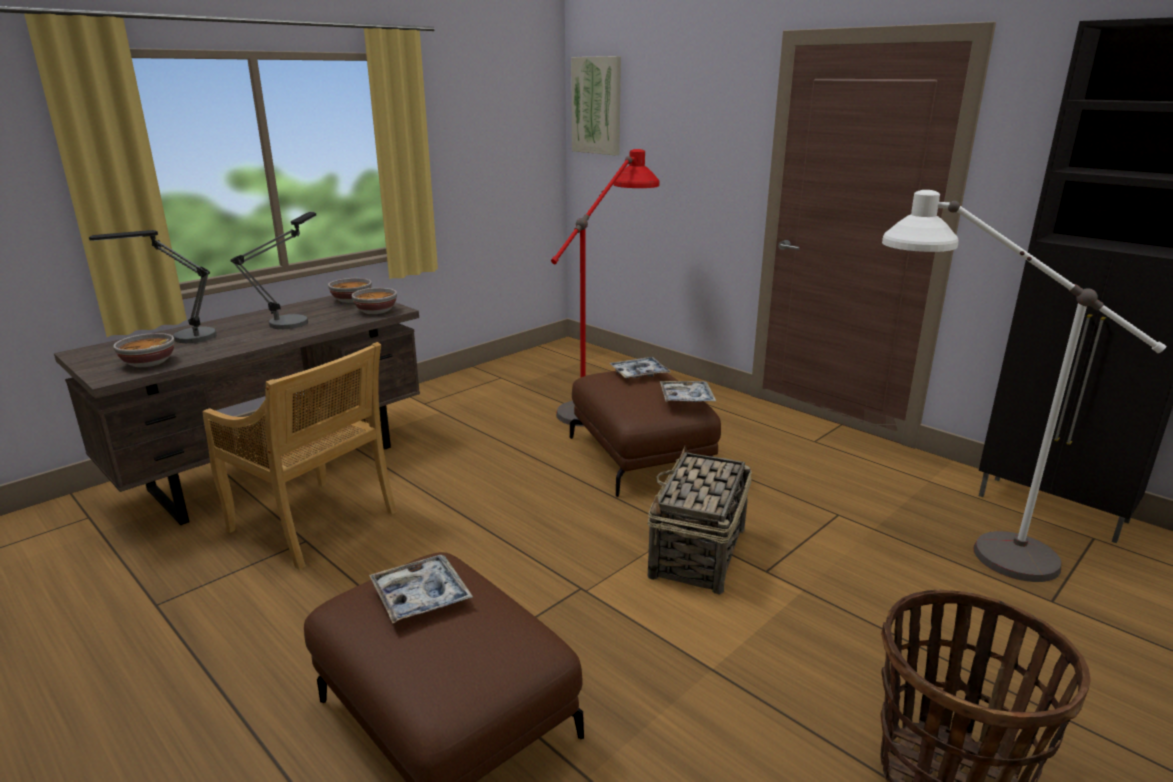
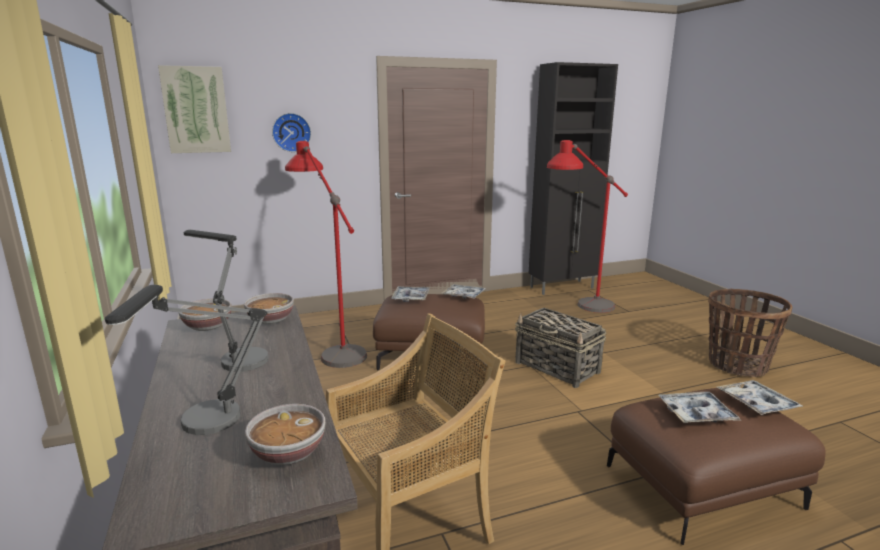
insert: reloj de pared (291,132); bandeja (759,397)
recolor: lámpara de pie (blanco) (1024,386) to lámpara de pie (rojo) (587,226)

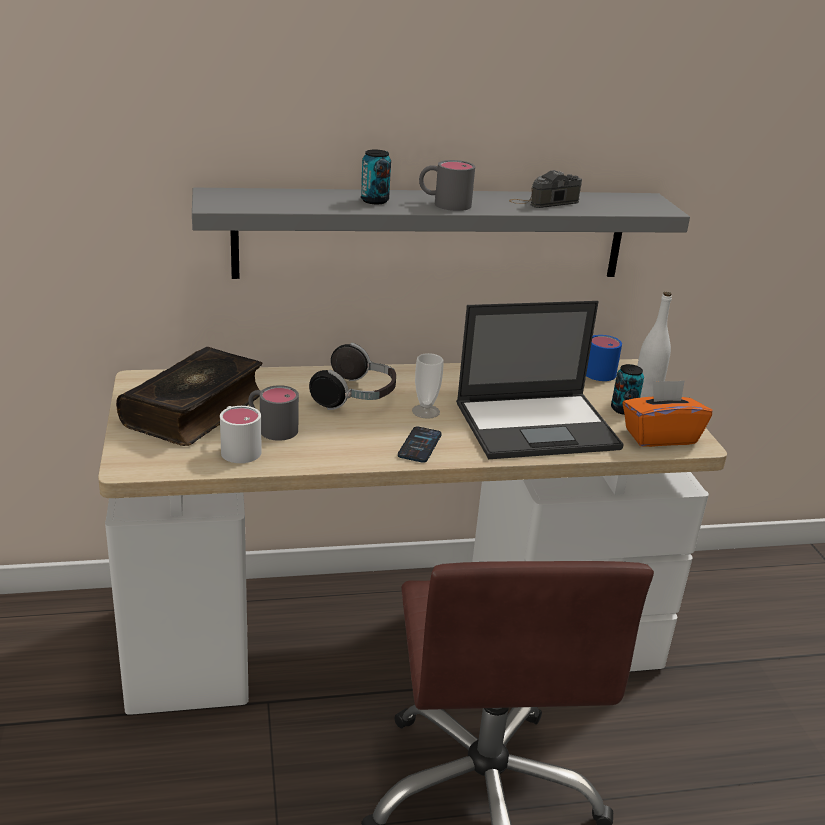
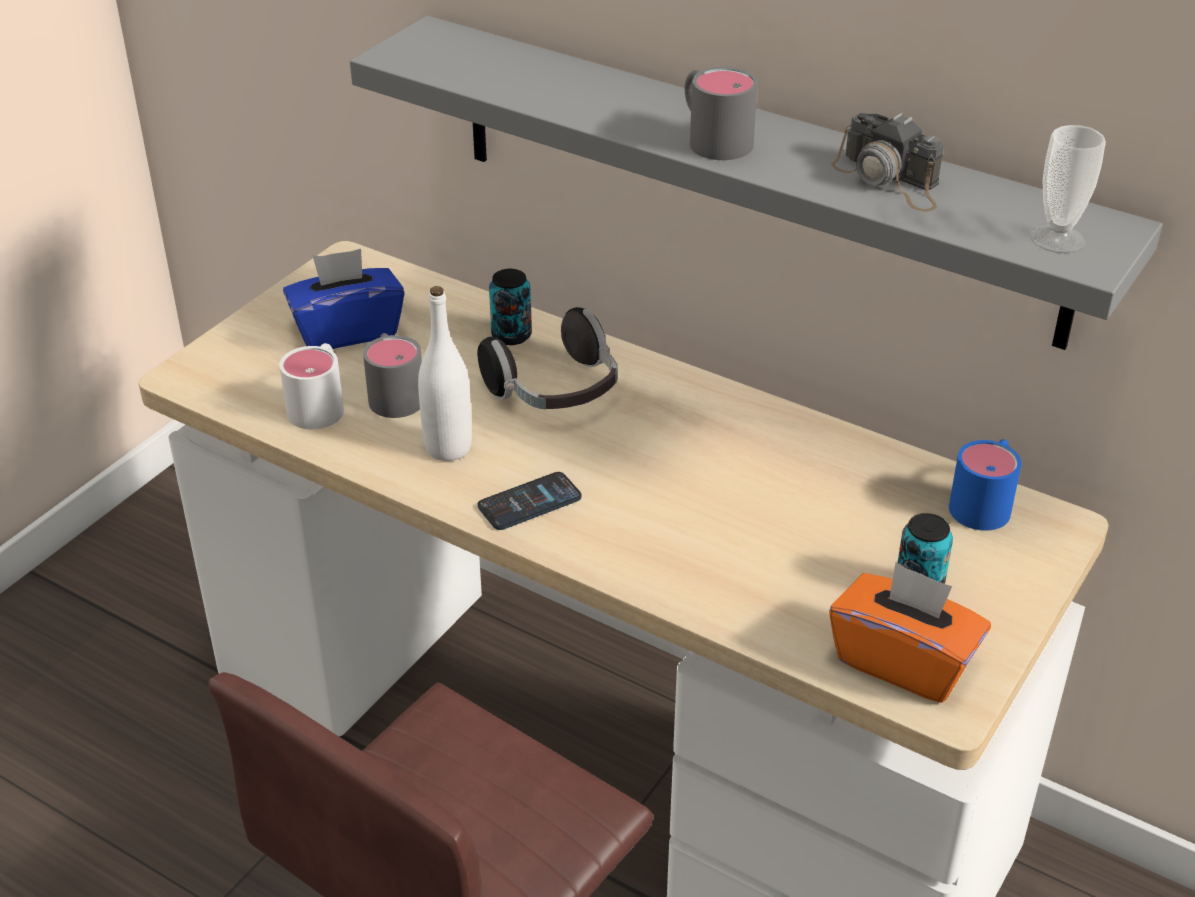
delete: portátil (540,380)
move: lata (376,177) to (510,307); botella (blanco) (654,345) to (445,373); taza (428,386) to (1068,189)
replace: libro (189,396) to caja de pañuelos (azul) (344,299)
rotate: cámara (545,189) = (887,162) 150 degrees counterclockwise

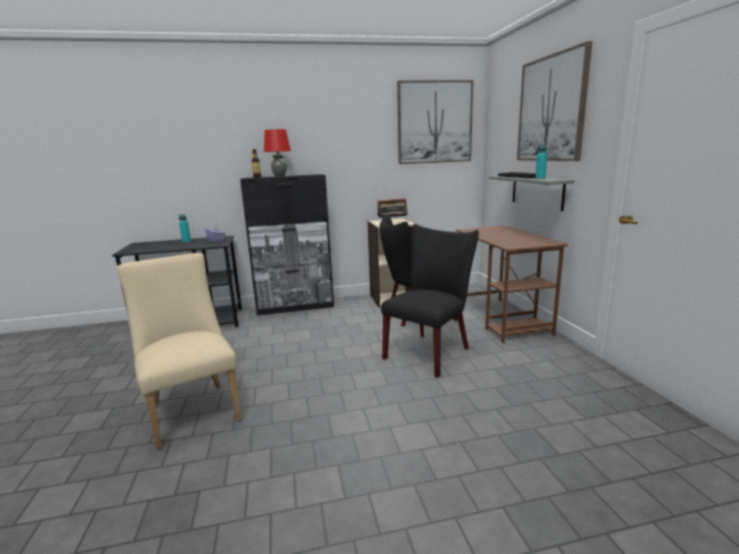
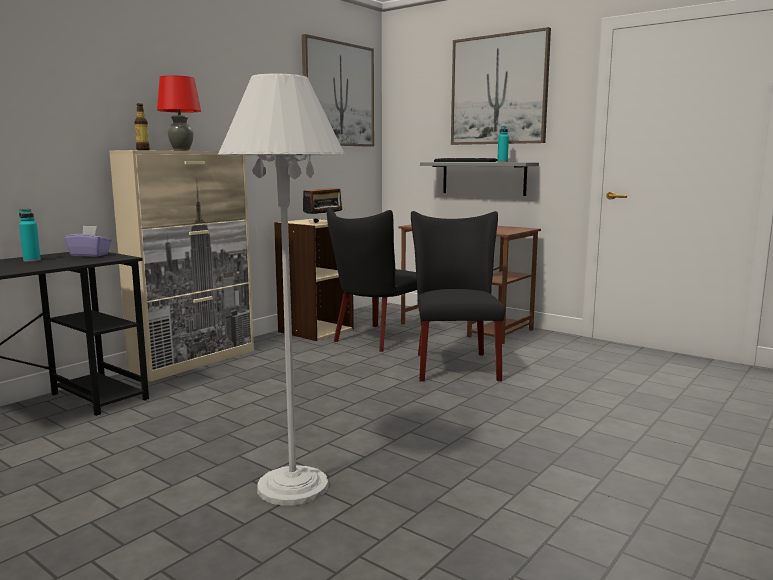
replace: silla (beis) (179,351) to lámpara de pie (blanco) (281,289)
recolor: armario (negro) (287,245) to armario (beis) (181,266)

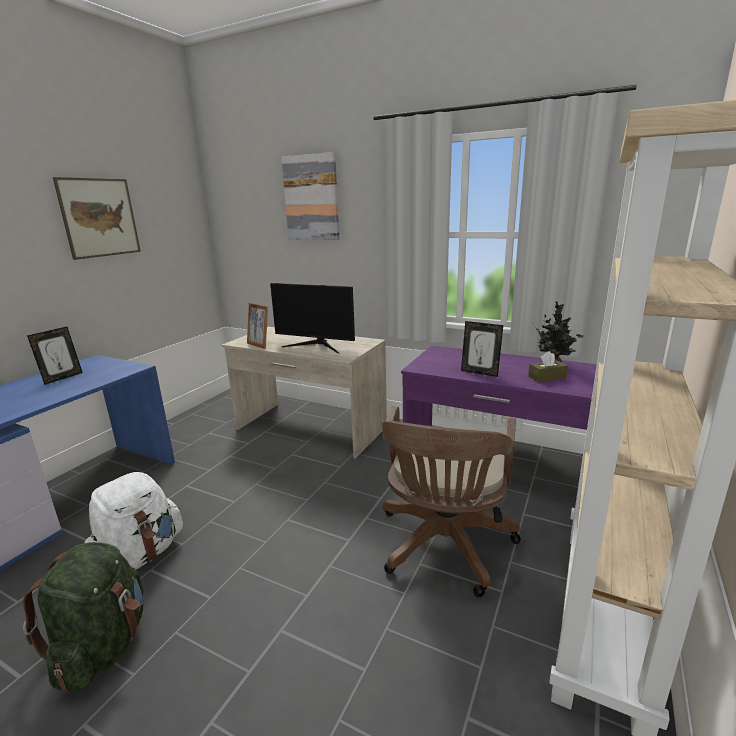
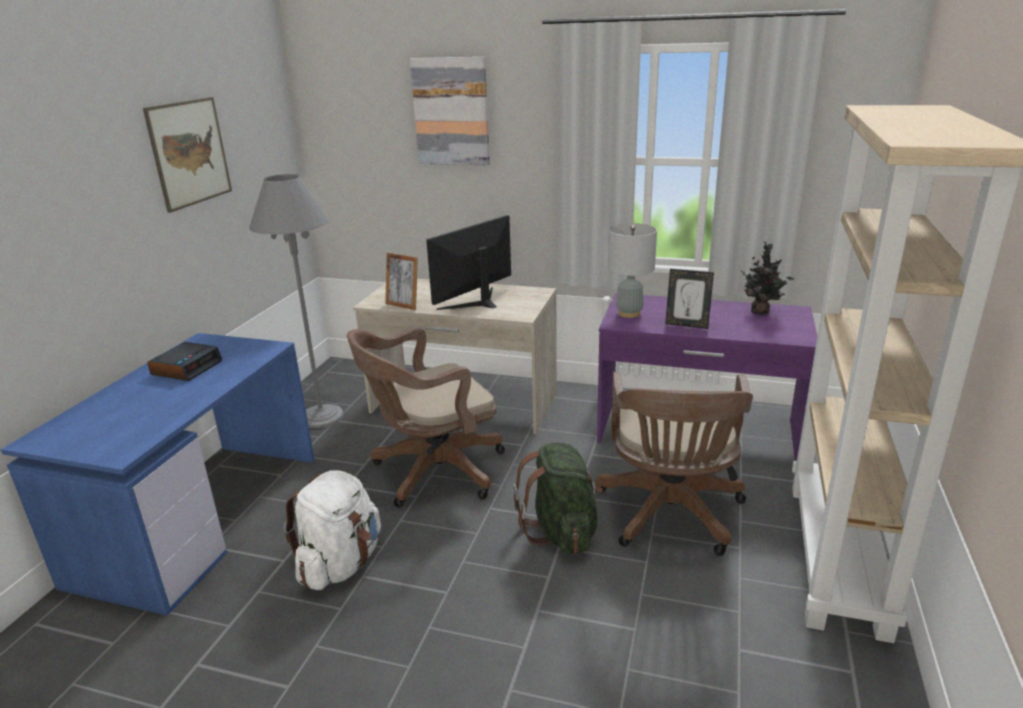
delete: caja de pañuelos (marrón) (548,366)
insert: lámpara de pie (gris) (296,301); lámpara de mesa (gris) (632,270); silla de oficina (marrón) (426,418)
move: mochila (verde) (83,616) to (558,498)
replace: portarretratos (55,356) to despertador (184,361)
rotate: monitor (312,318) = (468,262) 120 degrees clockwise

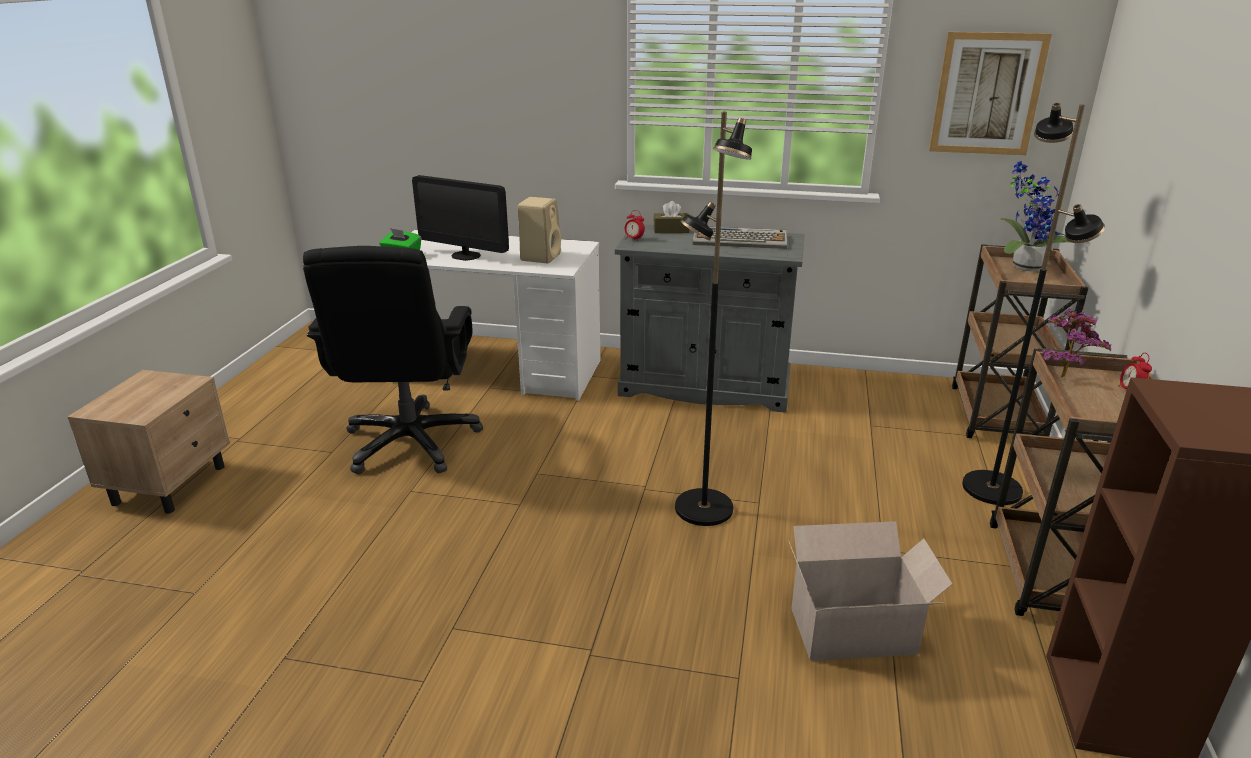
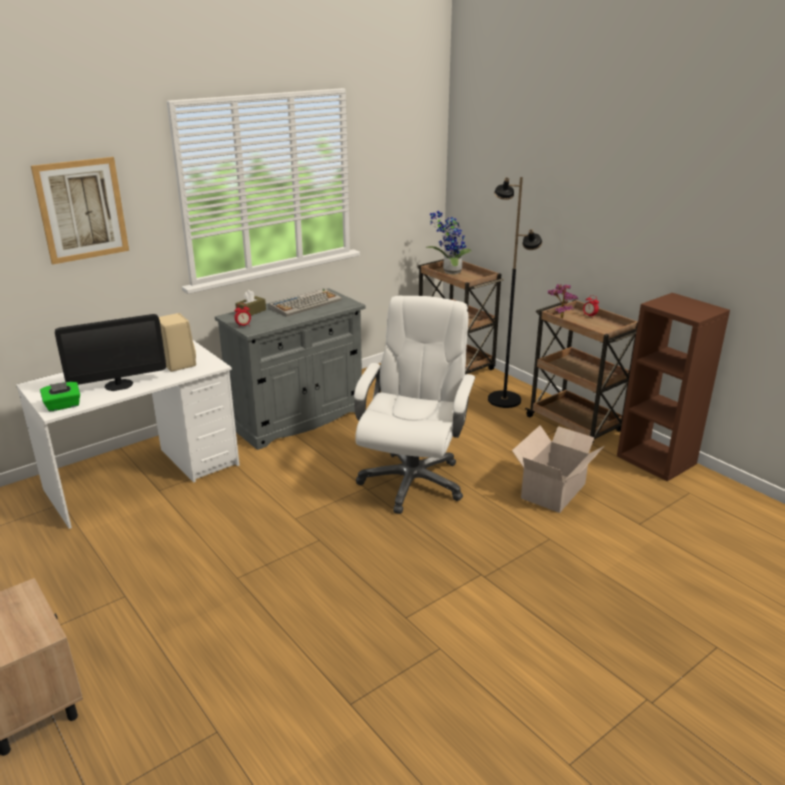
delete: silla de oficina (negro) (393,360)
move: cuadro (990,93) to (80,211)
replace: lámpara de pie (negro) (713,319) to silla de oficina (blanco) (415,405)

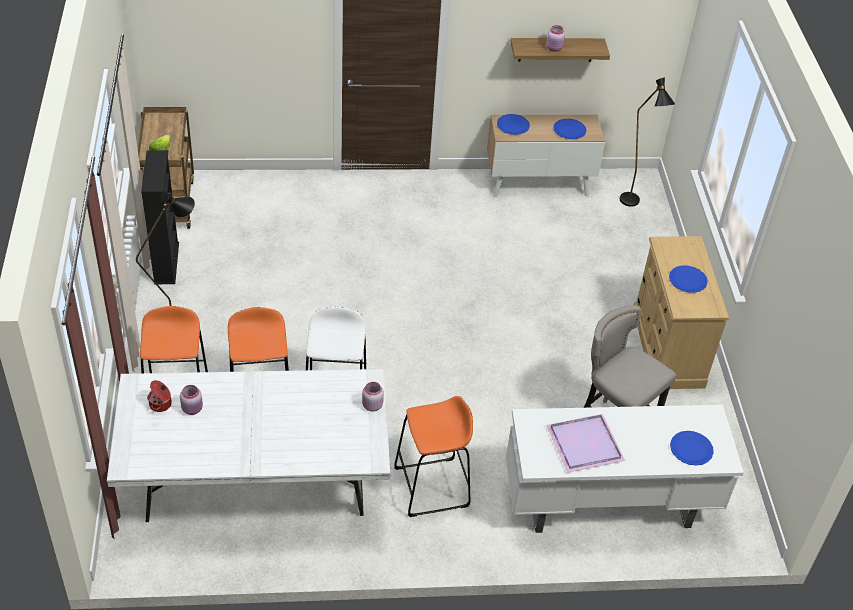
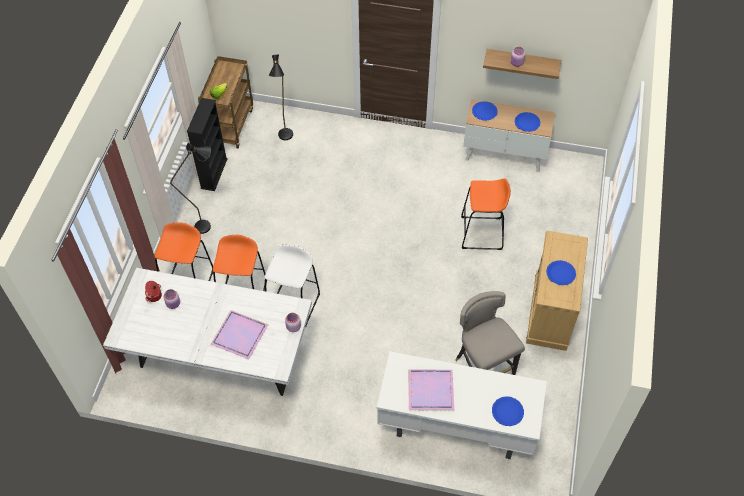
insert: bandeja (morado) (240,334)
move: lámpara de pie (negro) (647,142) to (281,97); taburete (naranja) (433,456) to (486,214)

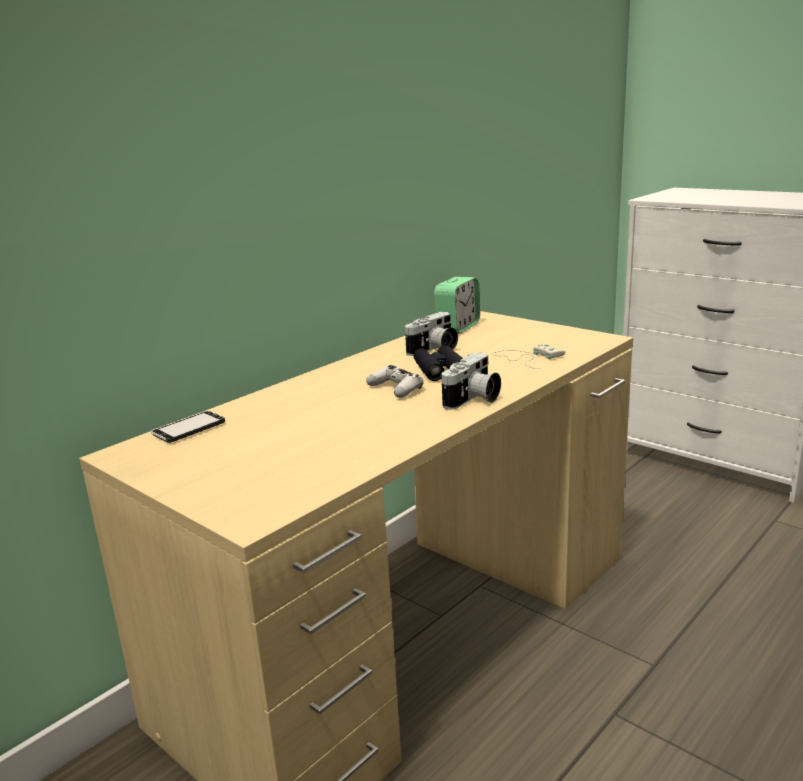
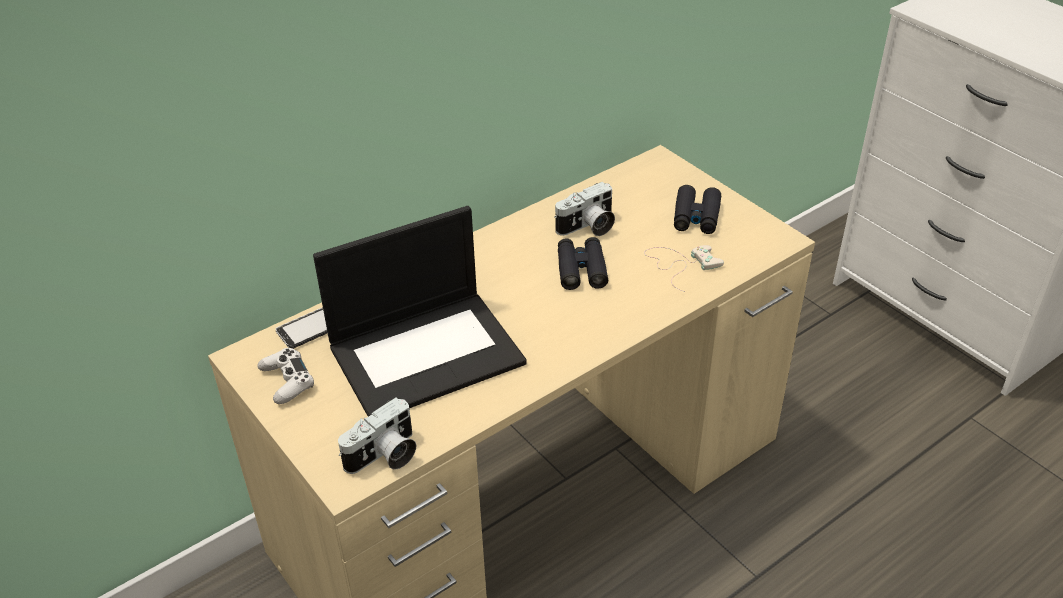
delete: despertador (457,305)
insert: prismáticos (negro) (697,209); portátil (420,311)
move: cámara (471,381) to (377,436); mando de consola (blanco) (395,381) to (285,376)

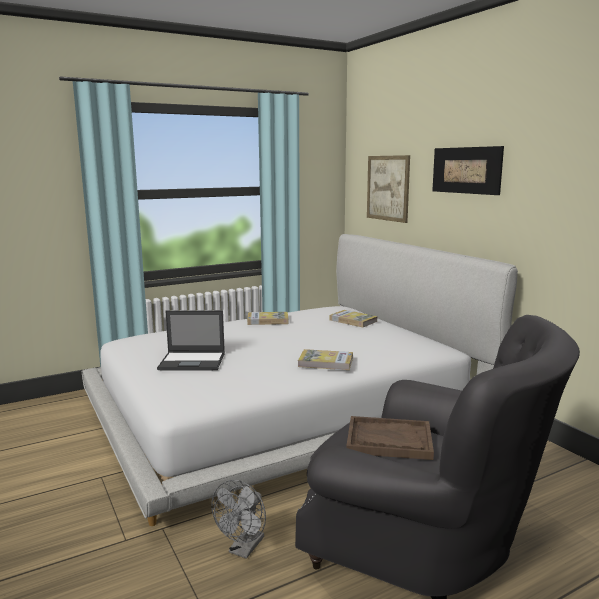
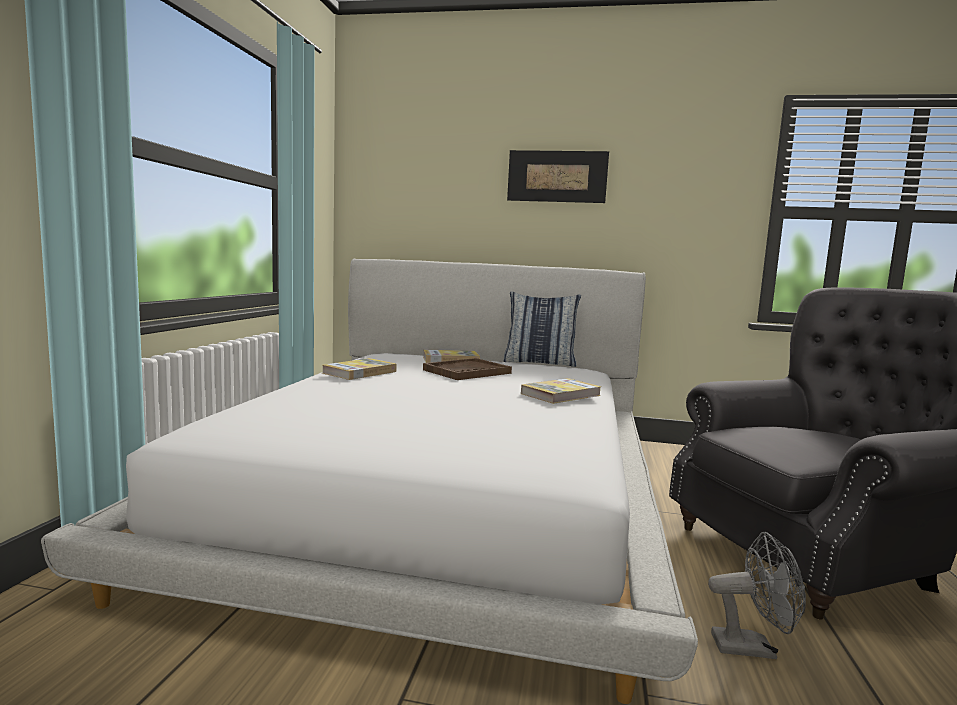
delete: cuadro (388,189); portátil (191,340)
insert: cojín (542,329)
move: bandeja (marrón) (390,438) to (467,369)
rotate: ventilador (gris) (238,519) = (757,595) 60 degrees counterclockwise

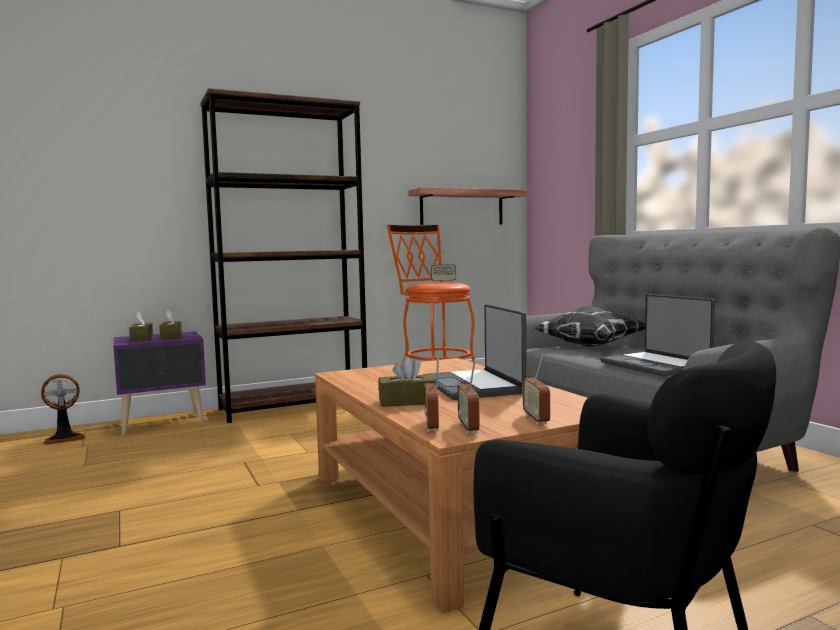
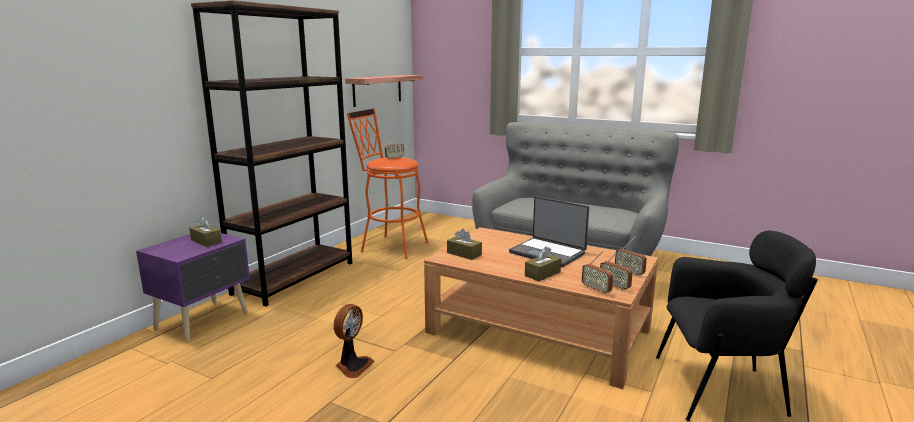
delete: portátil (657,335); cojín (589,326)
move: caja de pañuelos (marrón) (141,326) to (464,244); ventilador (63,409) to (354,341)

